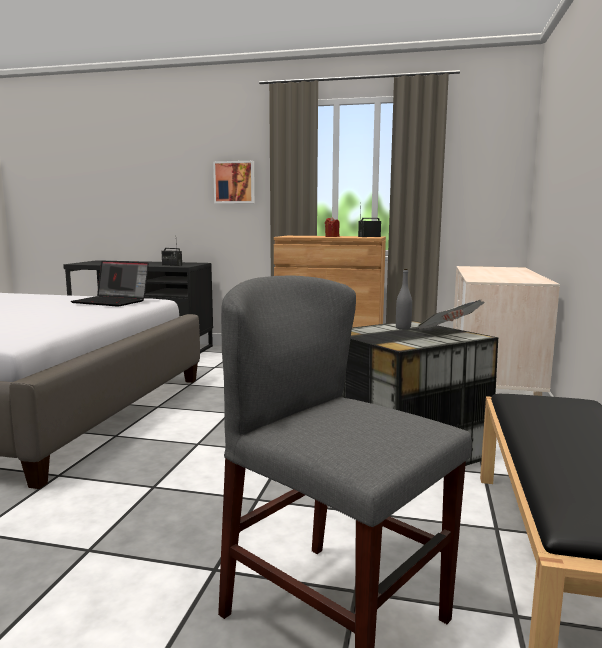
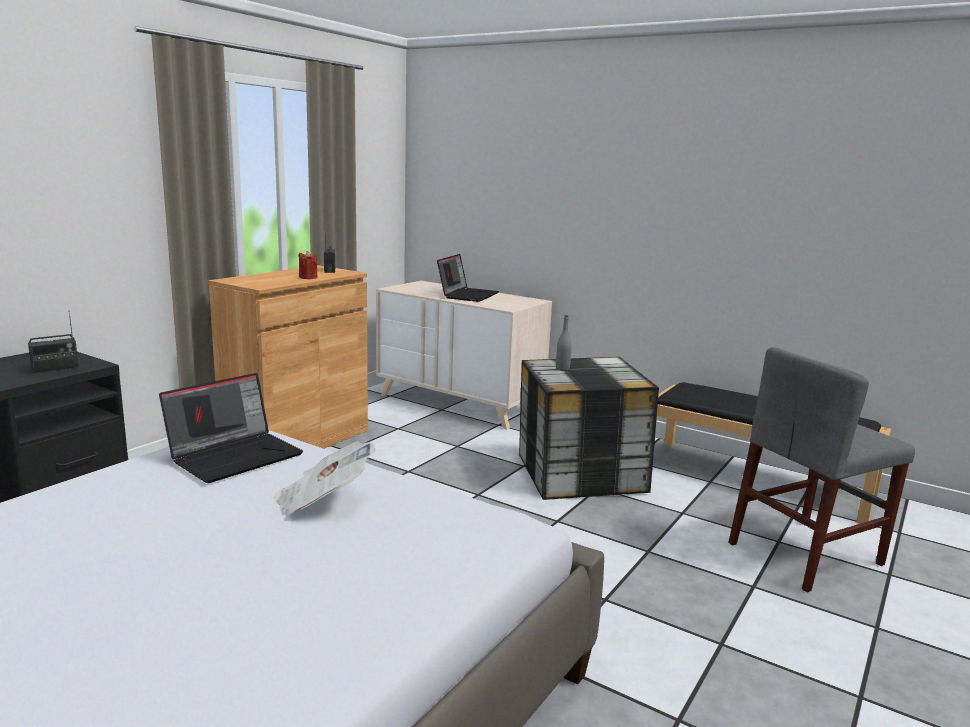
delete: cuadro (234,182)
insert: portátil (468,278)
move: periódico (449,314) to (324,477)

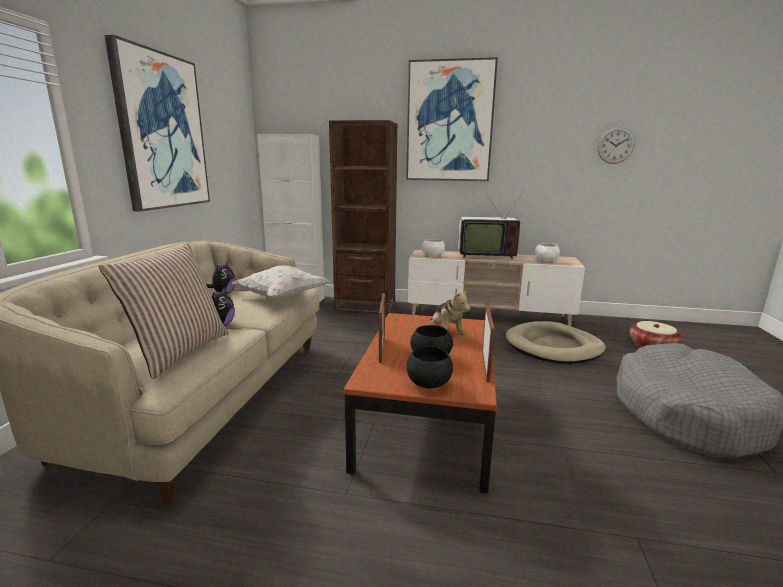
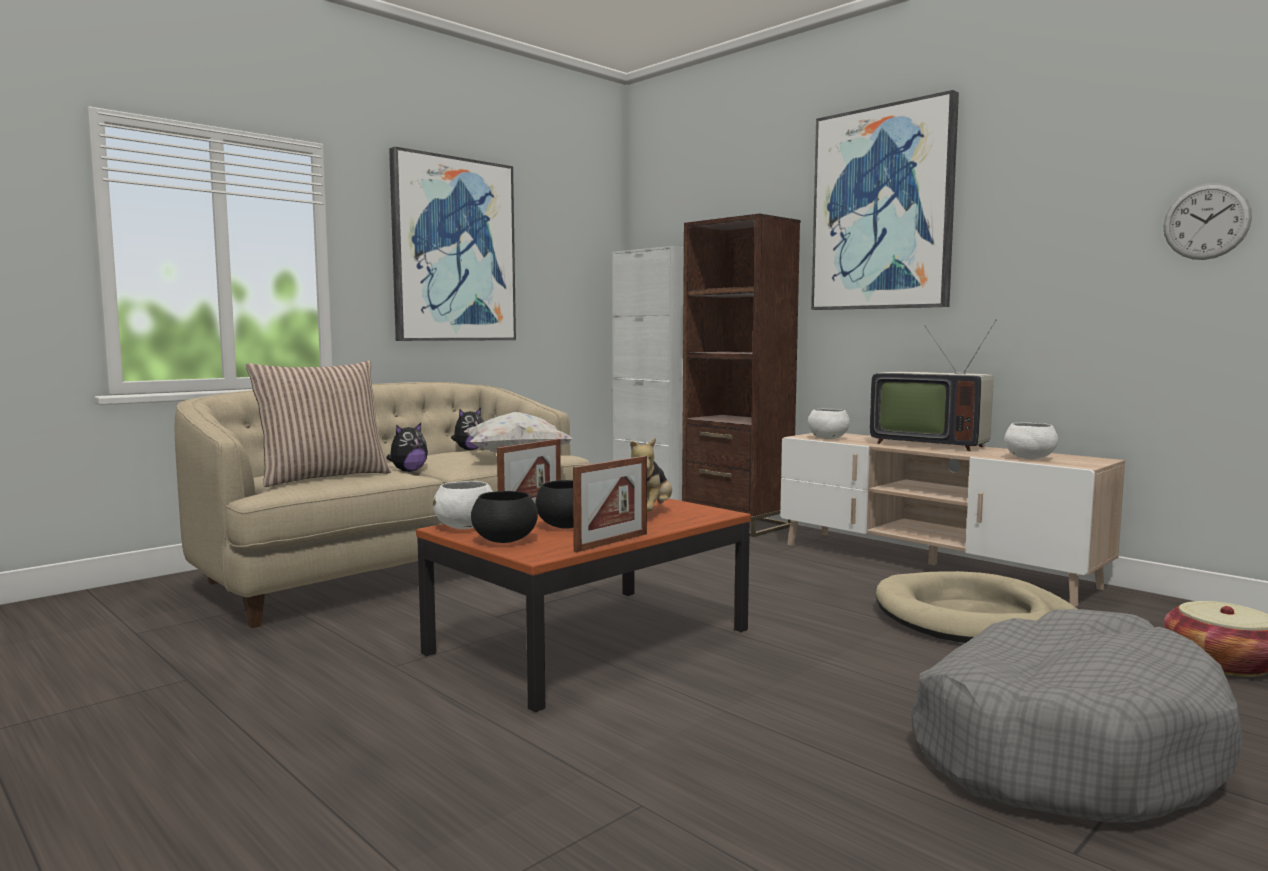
insert: cuenco (blanco) (463,505)

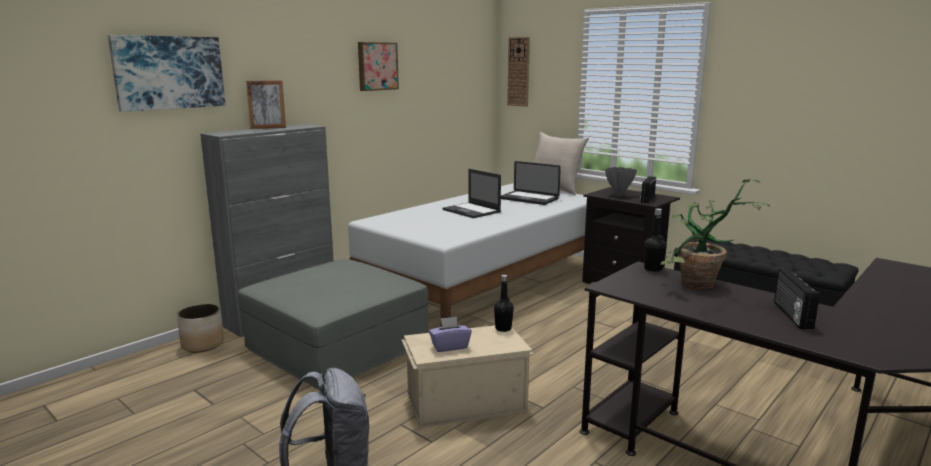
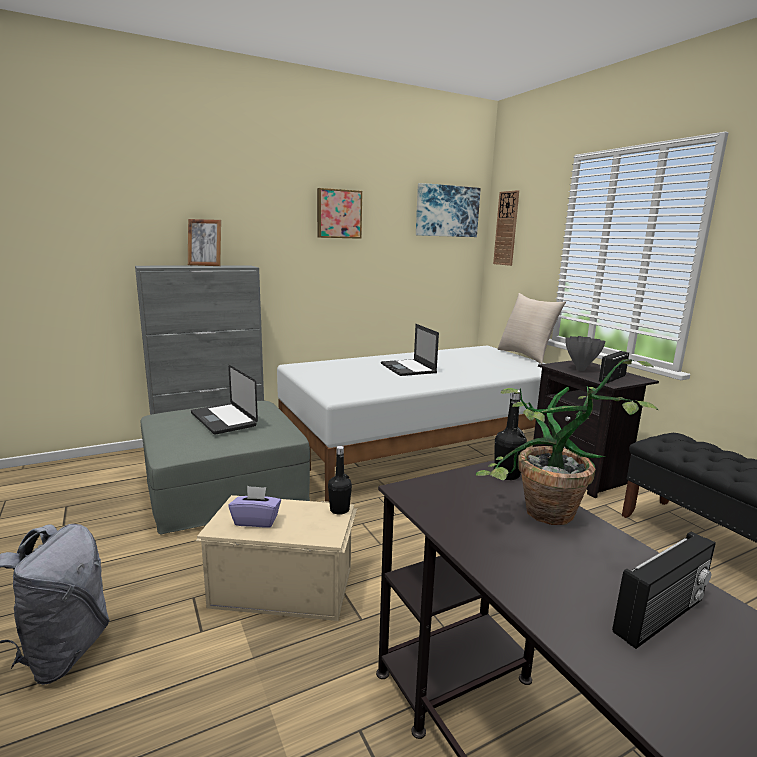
delete: maceta (200,328)
move: cuadro (166,73) to (448,210); portátil (531,183) to (224,400)
rotate: radio (797,299) = (664,590) 150 degrees counterclockwise

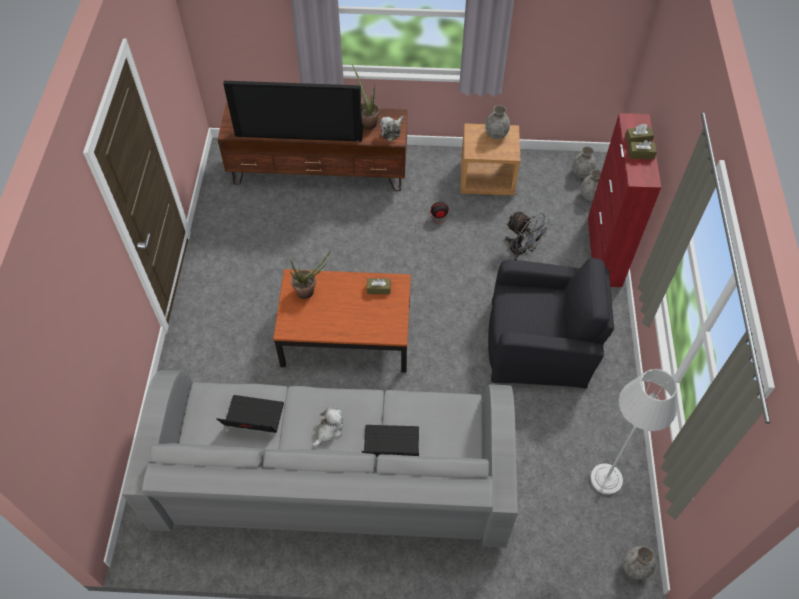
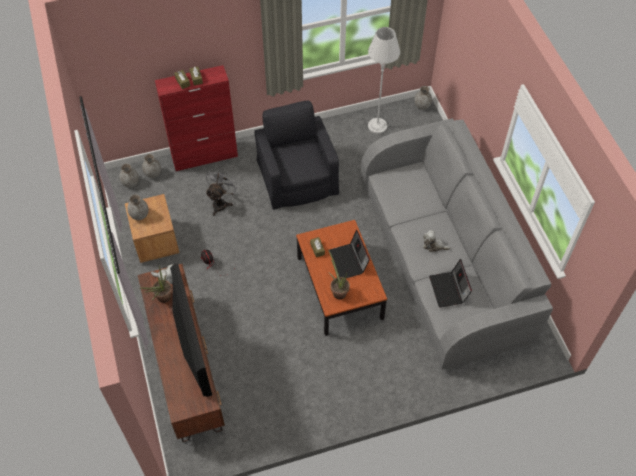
move: portátil (390,441) to (349,254)

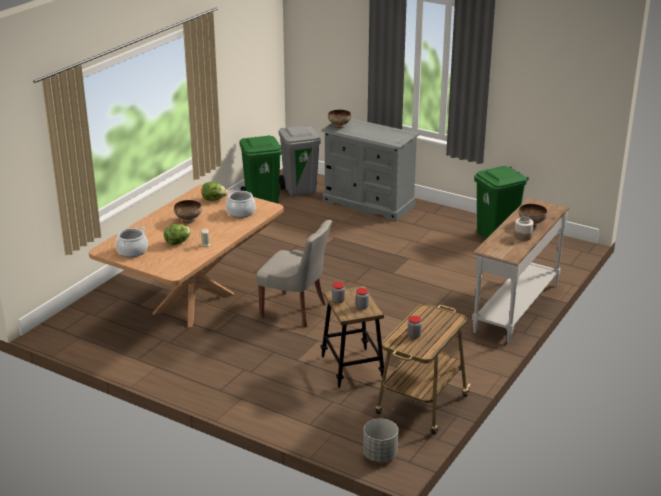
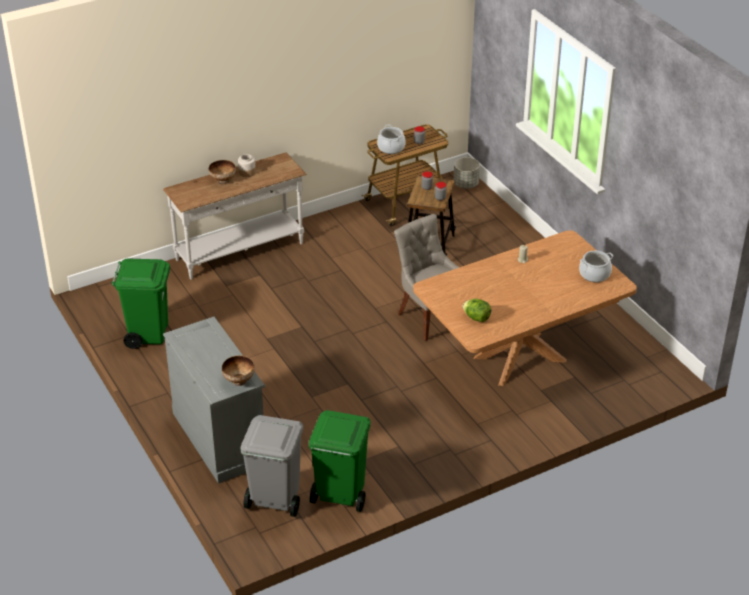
delete: cuenco (188,212); lechuga (177,234)
move: olla (241,204) to (391,139)

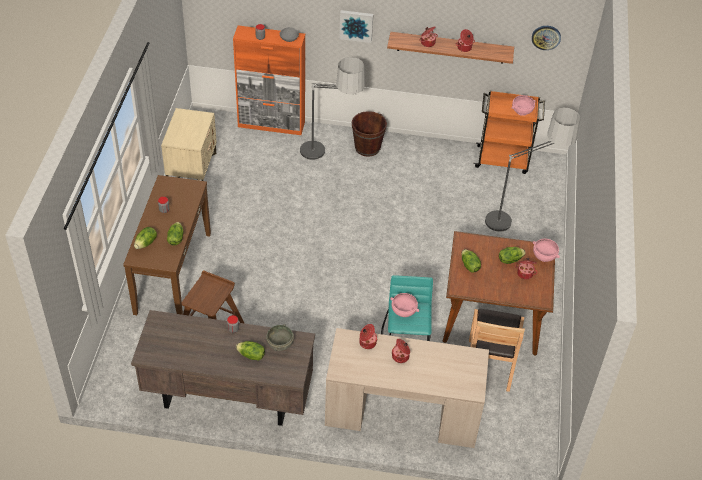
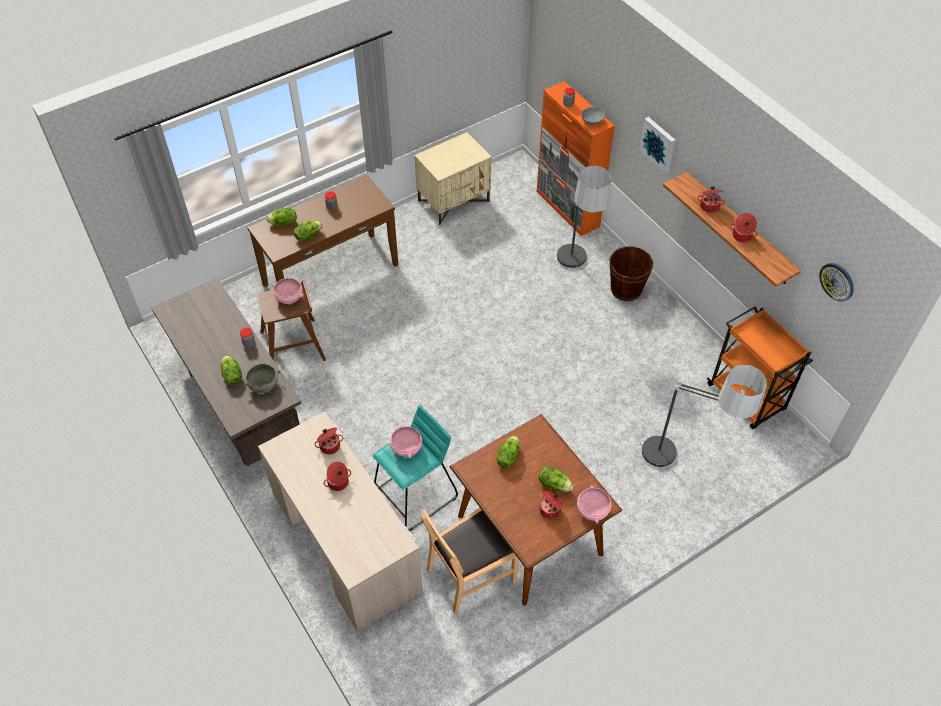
move: cuenco (rosa) (523,105) to (288,291)

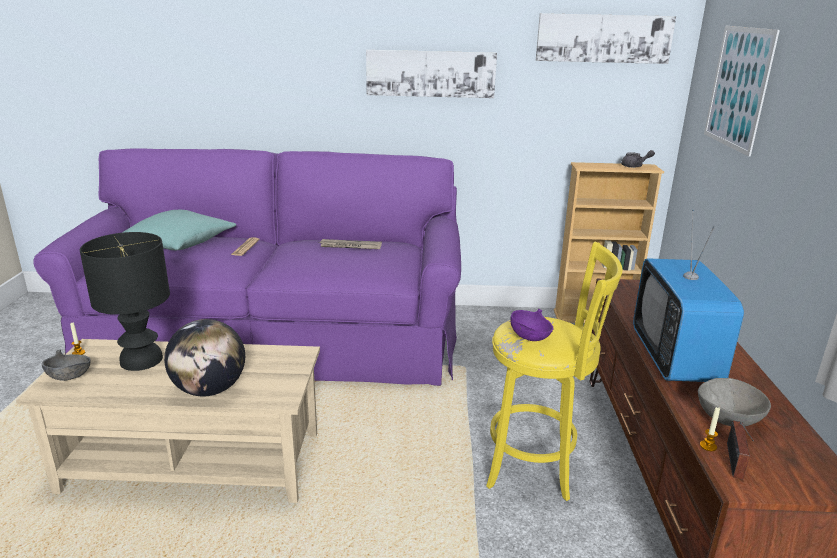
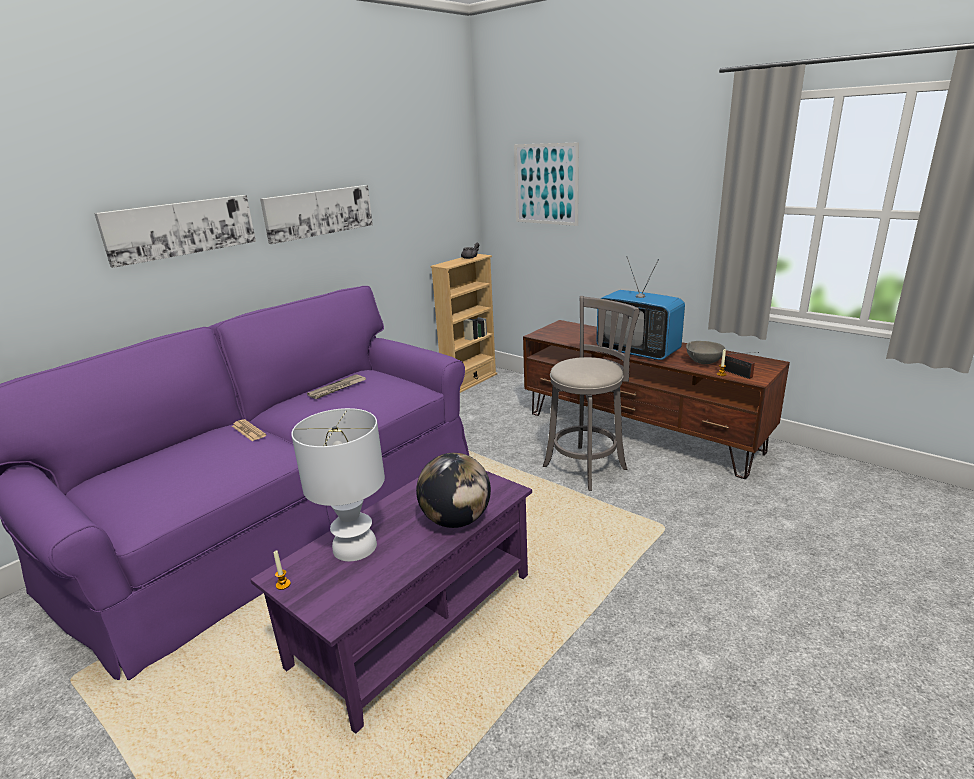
delete: cojín (turquesa) (179,230); cuenco (morado) (532,325); cuenco (gris) (66,365)
move: cuadro (606,38) to (175,231)
recolor: lámpara de mesa (negro) (125,301) to lámpara de mesa (blanco) (338,484); taburete (amarillo) (554,371) to taburete (gris) (591,393); mesa de centro (beis) (168,421) to mesa de centro (morado) (391,602)

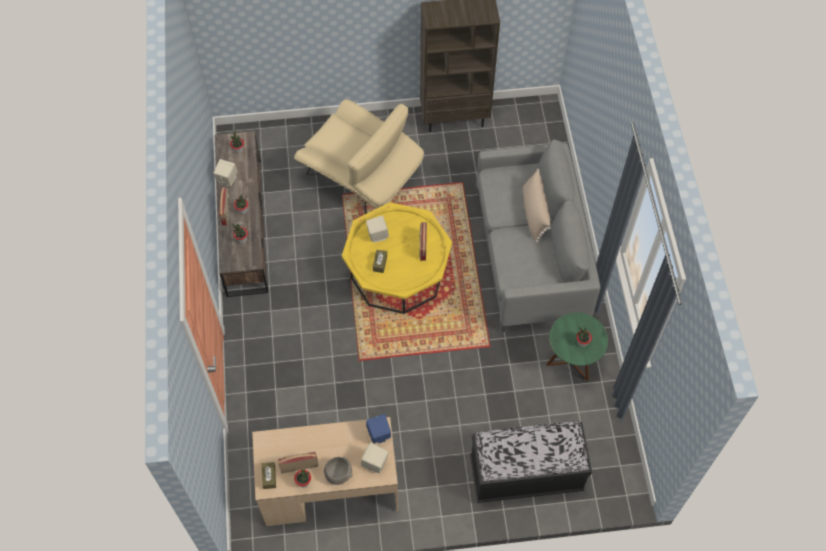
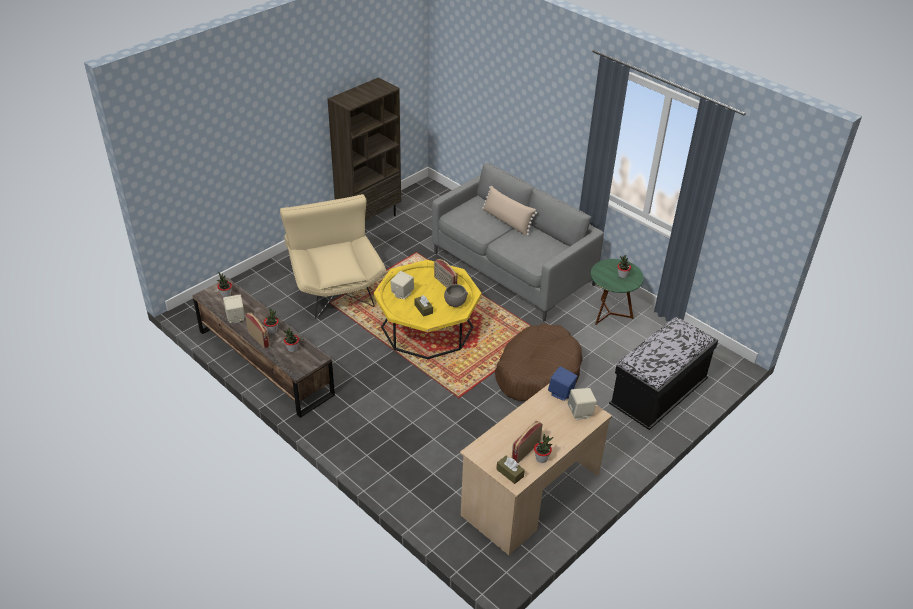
insert: cama para perro (marrón) (539,362)
move: cuenco (gris) (338,471) to (456,295)
rotate: sillón (beis) (359,156) = (333,256) 105 degrees counterclockwise

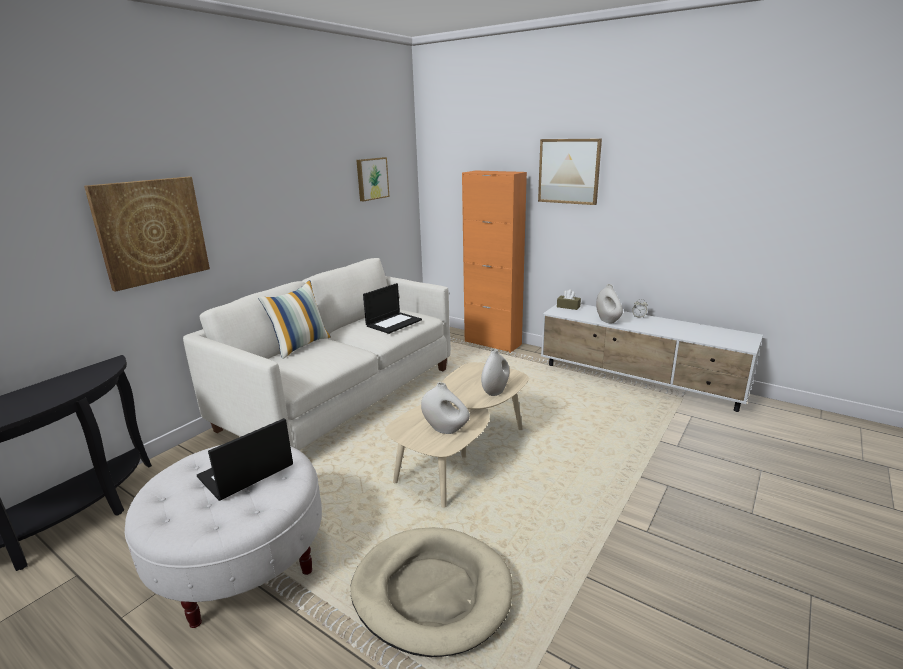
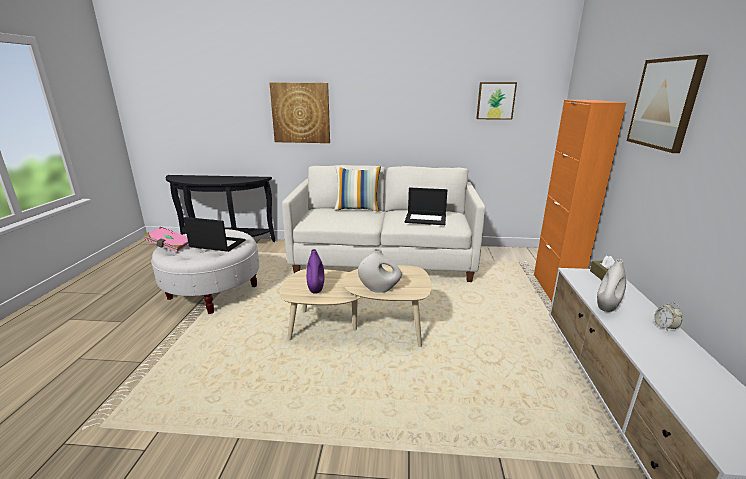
delete: cama para perro (beis) (431,592)
insert: libro (rosa) (166,239)
recolor: florero (blanco) (445,408) to florero (morado) (315,271)

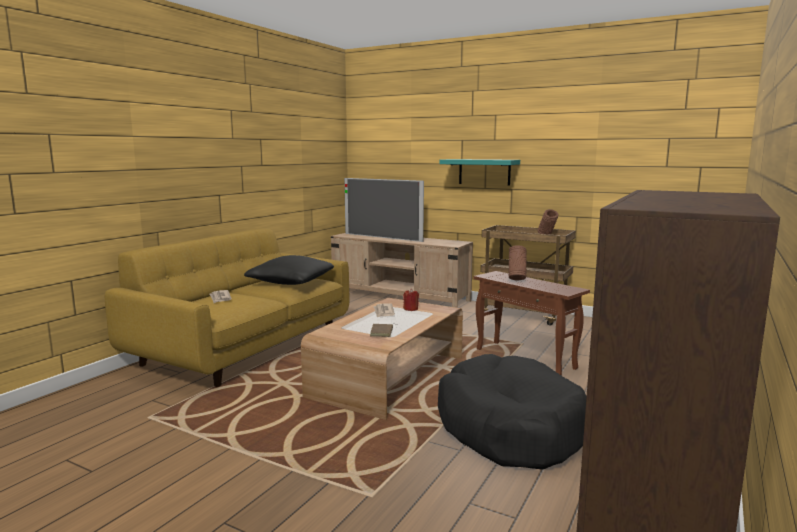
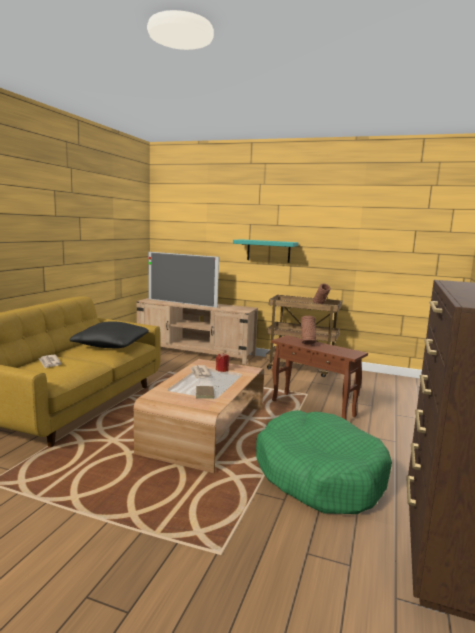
recolor: cama para perro (negro) (512,412) to cama para perro (verde) (324,462)

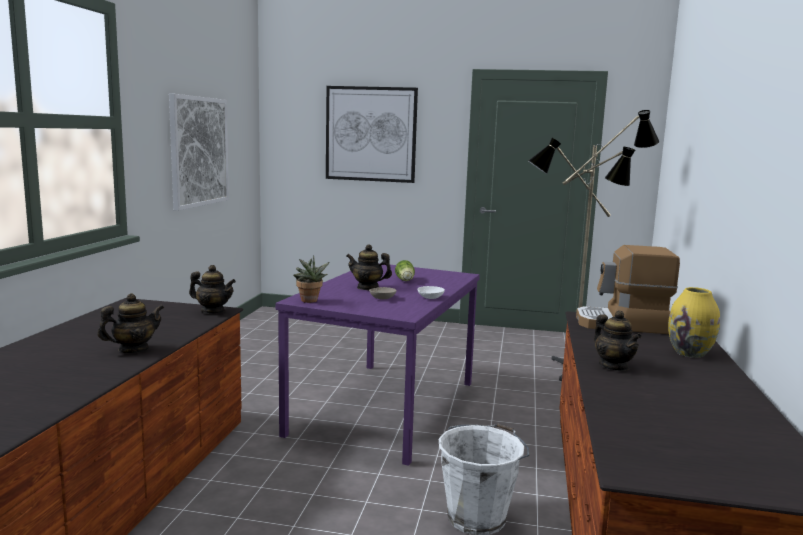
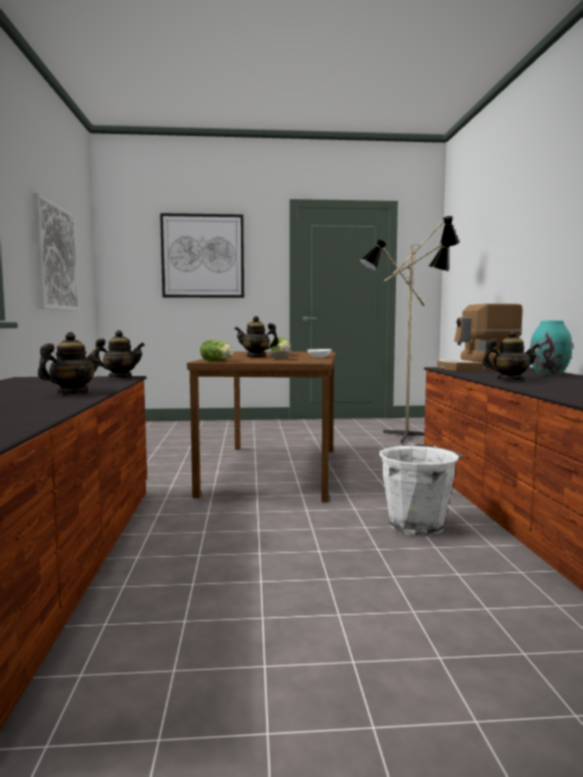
replace: planta en maceta (311,279) to lechuga (217,350)
recolor: mesa de comedor (morado) (377,364) to mesa de comedor (marrón) (261,427); florero (amarillo) (694,322) to florero (turquesa) (551,348)
rotate: tetera (618,340) = (511,355) 45 degrees counterclockwise

